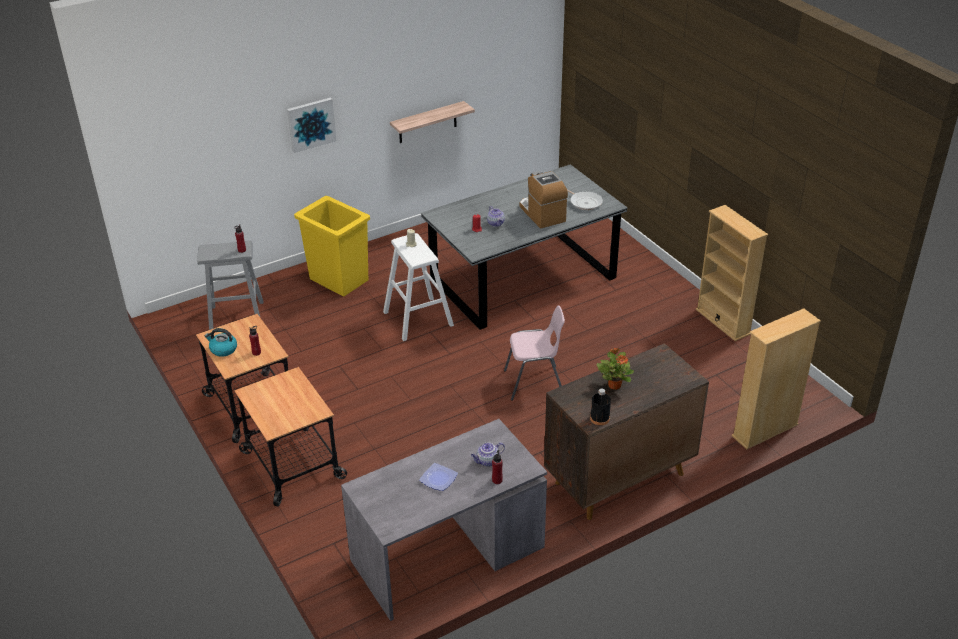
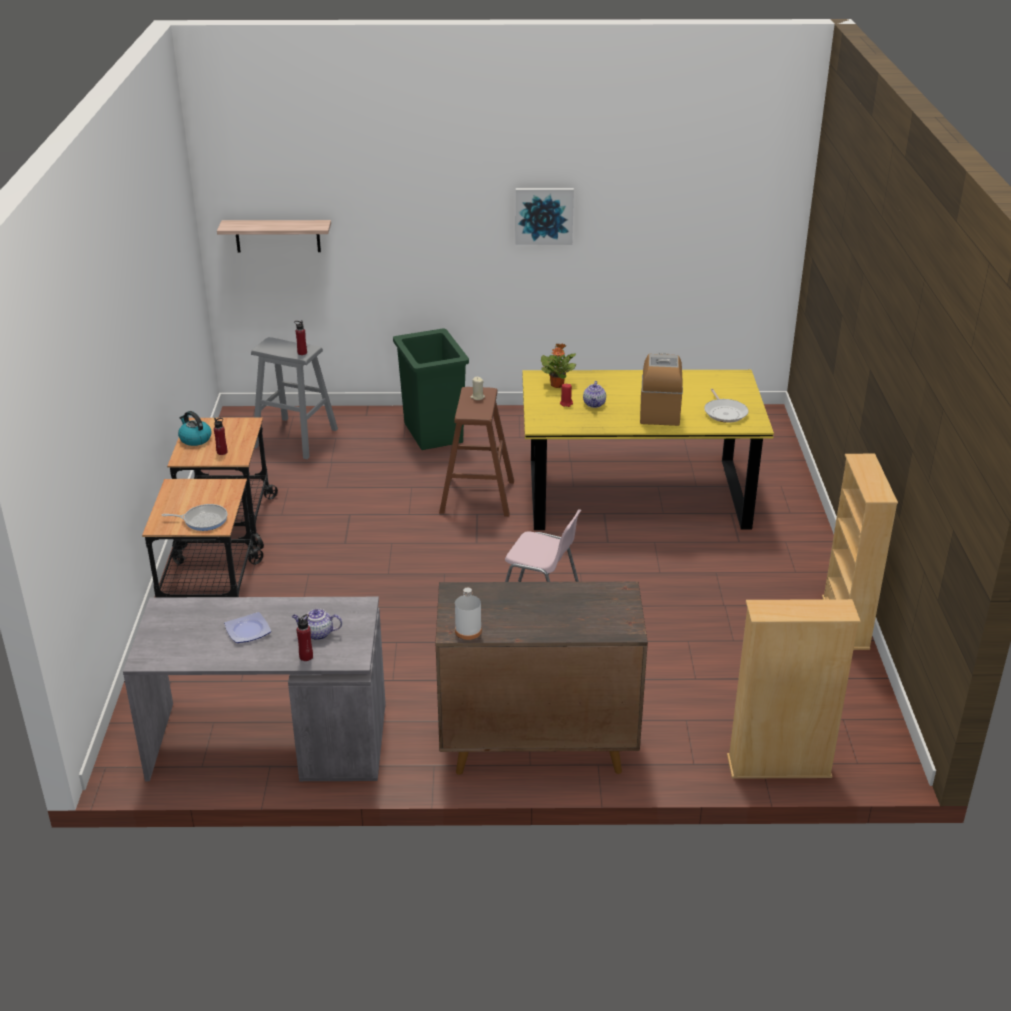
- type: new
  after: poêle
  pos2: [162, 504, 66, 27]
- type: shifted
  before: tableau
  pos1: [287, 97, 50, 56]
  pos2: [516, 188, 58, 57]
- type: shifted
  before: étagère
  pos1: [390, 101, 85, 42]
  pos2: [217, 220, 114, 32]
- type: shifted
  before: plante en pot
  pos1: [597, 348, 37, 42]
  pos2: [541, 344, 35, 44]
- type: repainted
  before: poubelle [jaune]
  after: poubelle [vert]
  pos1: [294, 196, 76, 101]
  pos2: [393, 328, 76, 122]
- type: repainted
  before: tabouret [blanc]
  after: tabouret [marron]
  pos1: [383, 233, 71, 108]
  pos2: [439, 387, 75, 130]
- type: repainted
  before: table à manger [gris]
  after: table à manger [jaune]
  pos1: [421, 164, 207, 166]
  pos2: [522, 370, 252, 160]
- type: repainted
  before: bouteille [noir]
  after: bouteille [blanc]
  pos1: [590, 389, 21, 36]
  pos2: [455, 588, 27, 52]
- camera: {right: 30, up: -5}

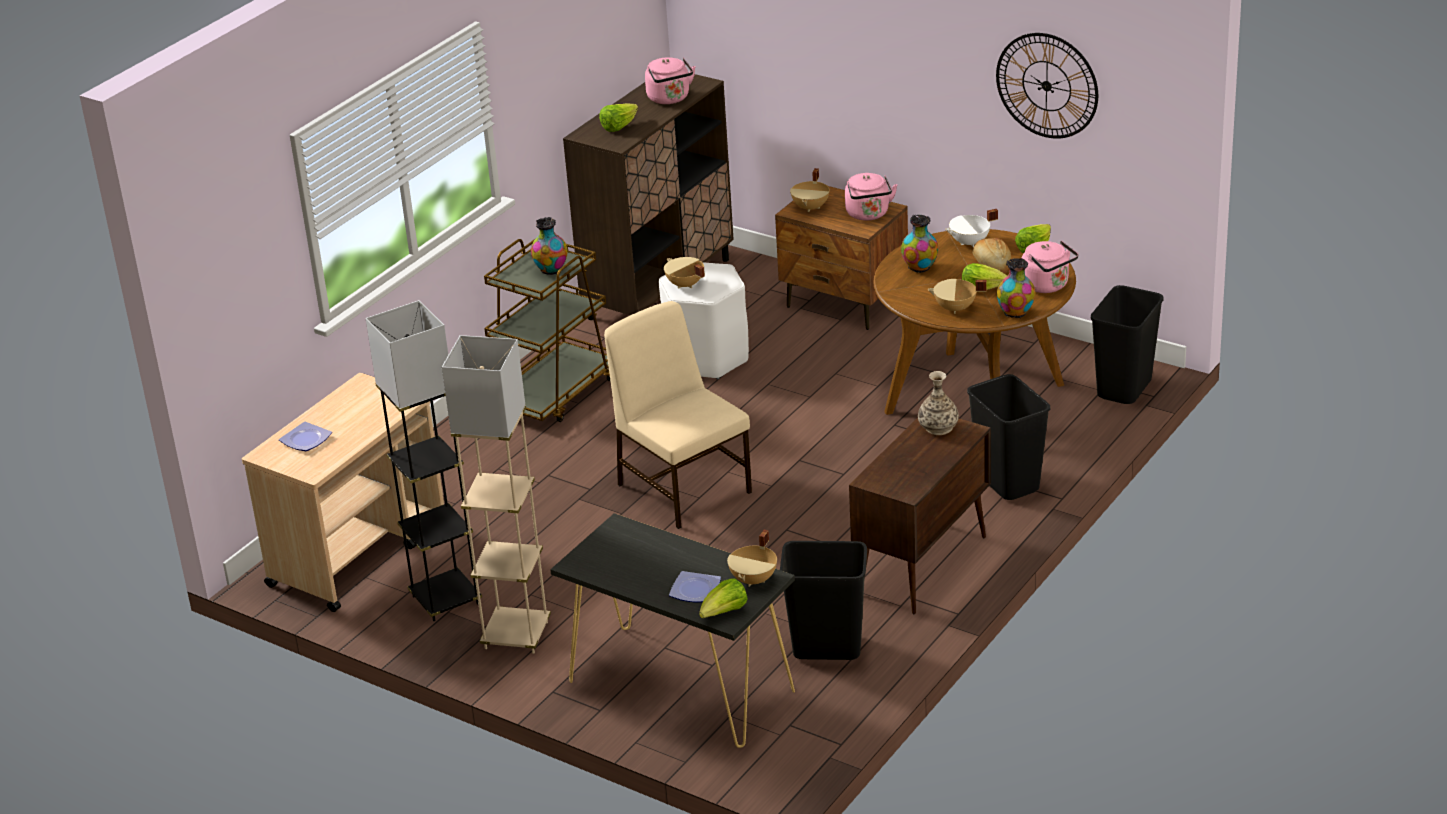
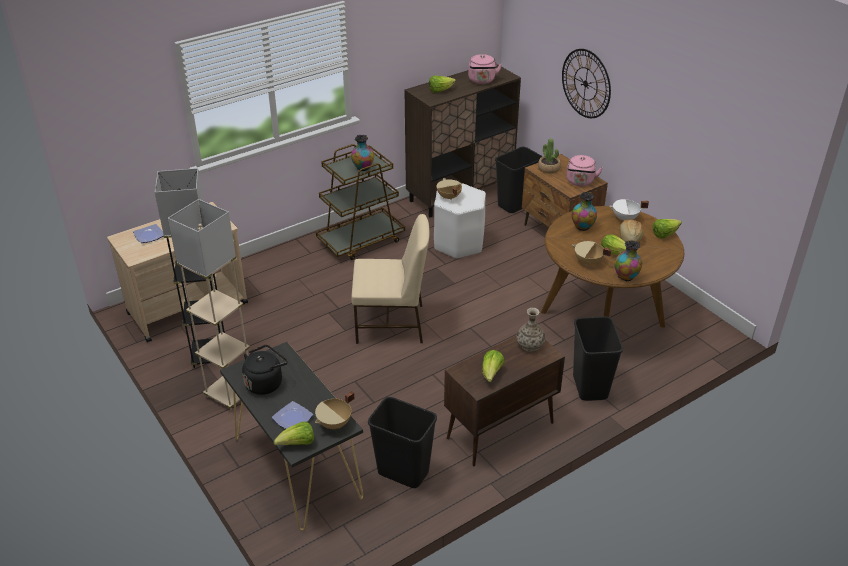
- type: gone
  before: bouilloire [rose]
  pos1: [1022, 241, 56, 52]
- type: new
  after: bouilloire [noir]
  pos2: [242, 345, 46, 50]
- type: new
  after: laitue
  pos2: [482, 350, 23, 32]
- type: shifted
  before: horloge murale
  pos1: [996, 33, 102, 106]
  pos2: [562, 49, 49, 69]
- type: shifted
  before: poubelle [noir]
  pos1: [1091, 285, 73, 119]
  pos2: [495, 147, 47, 66]
- type: swapped
  before: marmite [beige]
  after: plante en pot
  pos1: [790, 168, 40, 44]
  pos2: [538, 138, 23, 35]
- type: rotated
  before: chaise [beige]
  pos1: [604, 301, 148, 228]
  pos2: [351, 214, 78, 130]
  turn: 105
- camera: {right: 20, up: 5}

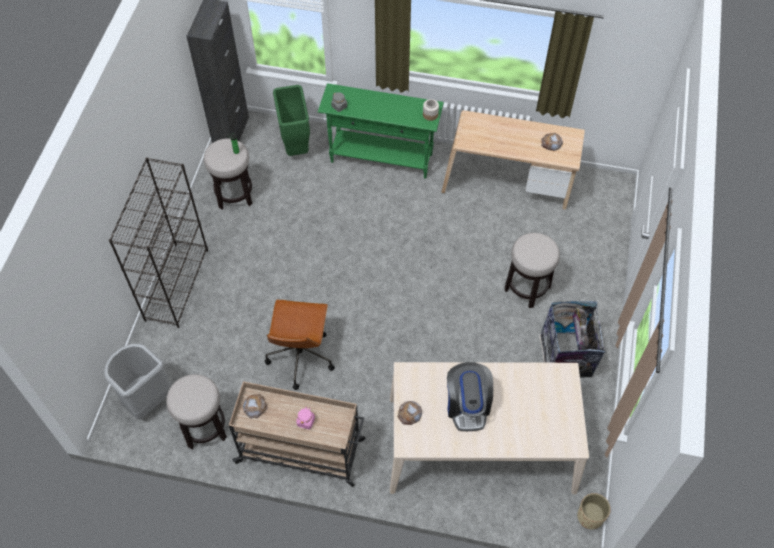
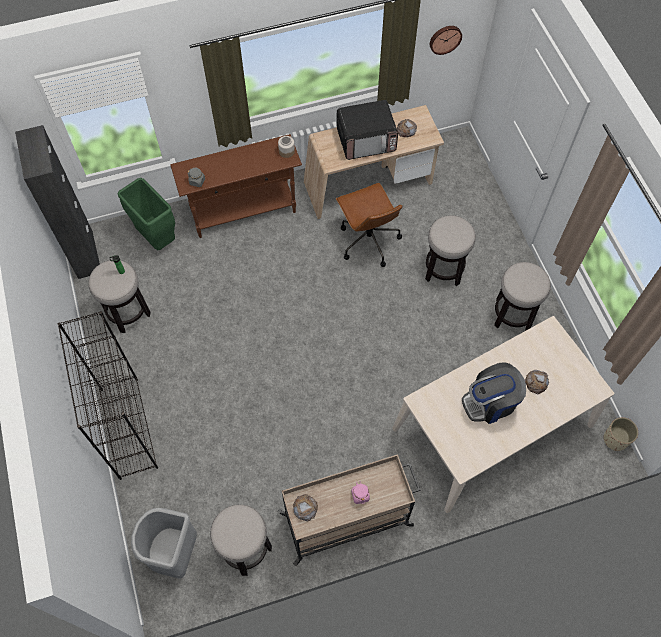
- type: new
  after: micro-ondes
  pos2: [337, 100, 61, 60]
- type: new
  after: horloge murale
  pos2: [430, 26, 32, 29]
- type: shifted
  before: chaise de bureau [marron]
  pos1: [264, 300, 71, 90]
  pos2: [336, 183, 67, 84]
- type: shifted
  before: pain
  pos1: [397, 401, 25, 24]
  pos2: [525, 370, 24, 24]
- type: swapped
  before: poubelle
  after: tabouret
  pos1: [539, 301, 67, 77]
  pos2: [494, 262, 57, 69]
- type: repainted
  before: table console [vert]
  after: table console [marron]
  pos1: [318, 83, 126, 96]
  pos2: [170, 134, 132, 104]
- type: rotated
  before: machine à café
  pos1: [447, 362, 46, 69]
  pos2: [462, 362, 64, 62]
  turn: 105
- camera: {right: -30, up: 5}

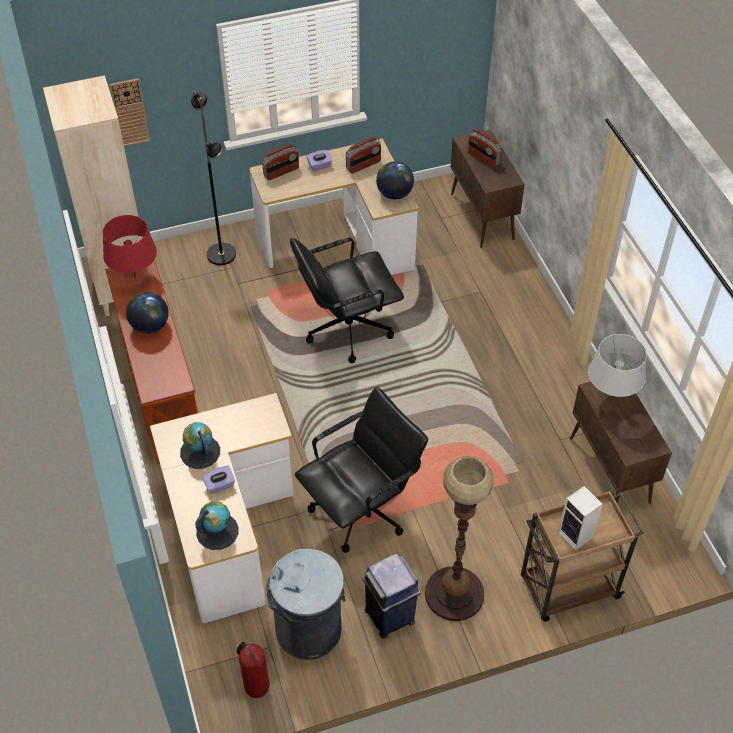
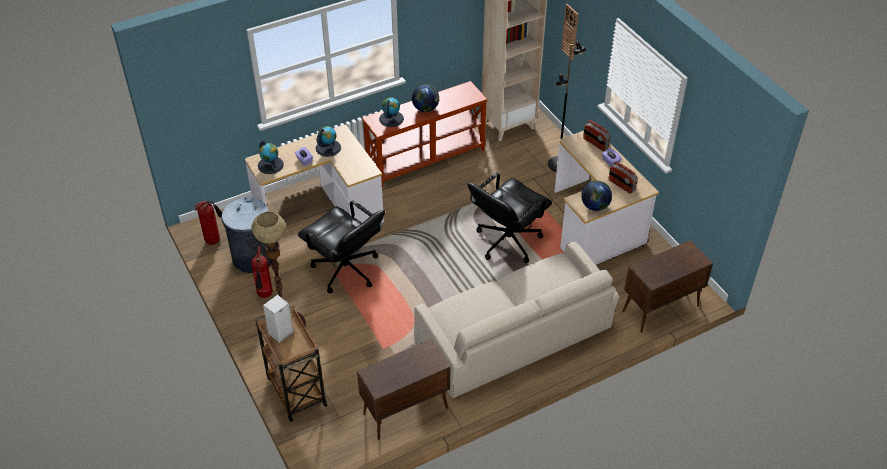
- type: gone
  before: lampe de table [rouge]
  pos1: [102, 215, 55, 63]
- type: gone
  before: radio
  pos1: [468, 128, 34, 39]
- type: gone
  before: lampe de table [gris]
  pos1: [588, 334, 59, 64]
- type: new
  after: globe
  pos2: [379, 97, 25, 30]
- type: new
  after: canapé [beige]
  pos2: [414, 241, 205, 157]
- type: swapped
  before: poubelle [bleu]
  after: extincteur
  pos1: [362, 553, 59, 86]
  pos2: [251, 246, 22, 52]
- type: rotated
  before: chaise de bureau [noir]
  pos1: [290, 238, 114, 125]
  pos2: [467, 173, 85, 90]
  turn: -105
- camera: {right: 80, up: -5}

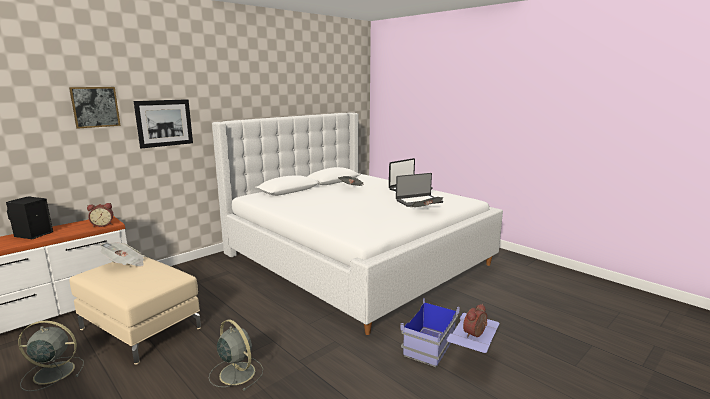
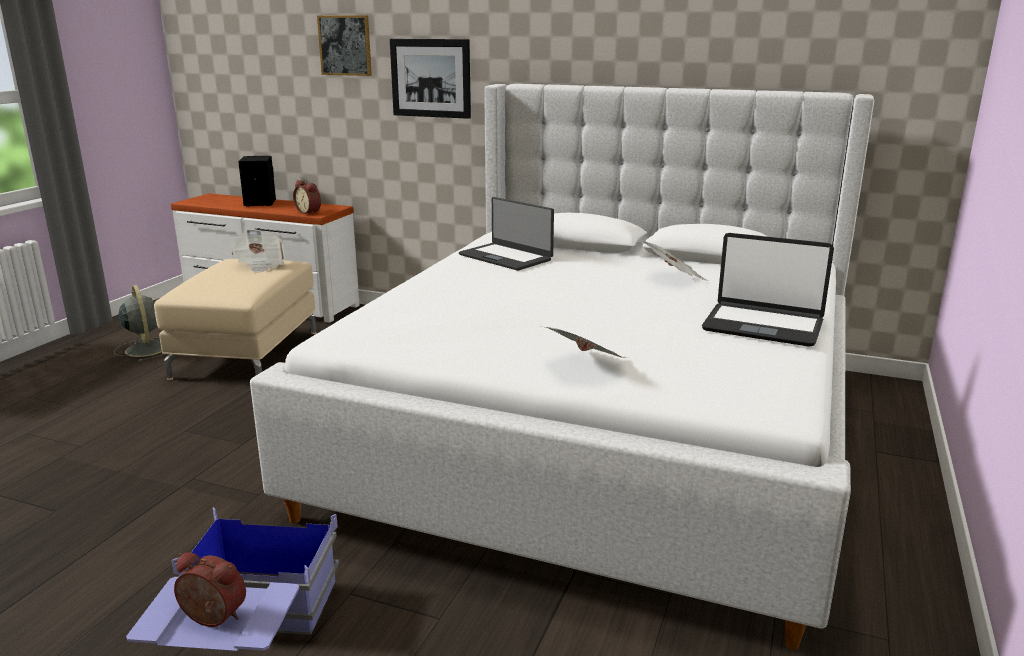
- type: gone
  before: ventilateur [gris]
  pos1: [209, 319, 54, 72]
- type: shifted
  before: ordinateur portable
  pos1: [396, 173, 47, 34]
  pos2: [459, 197, 95, 74]
- camera: {right: 65, up: 5}

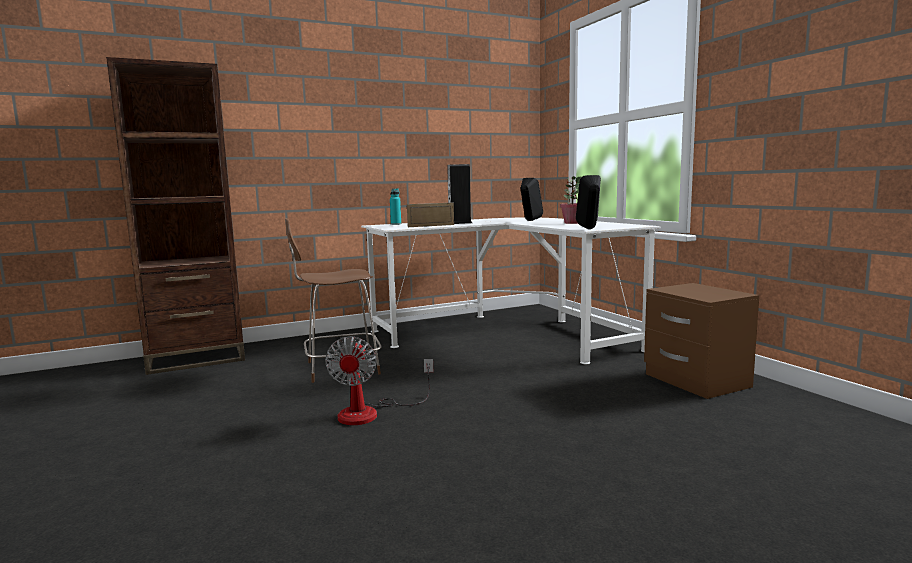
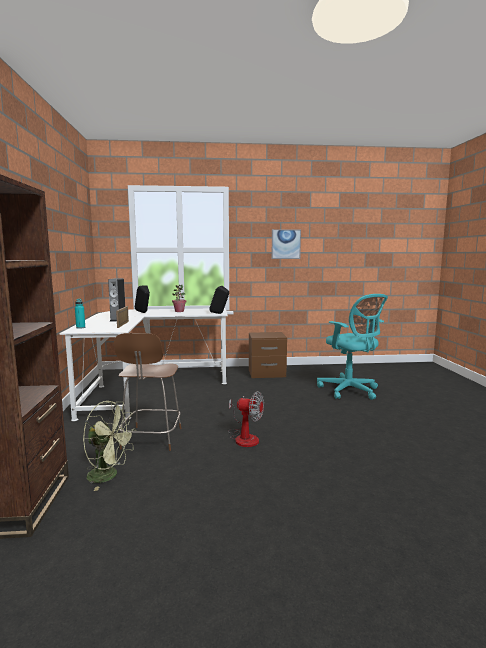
- type: new
  after: ventilateur [vert]
  pos2: [83, 401, 53, 90]
- type: new
  after: tableau
  pos2: [271, 229, 30, 30]
- type: new
  after: chaise de bureau [turquoise]
  pos2: [317, 294, 71, 106]
- camera: {right: -70, up: 0}

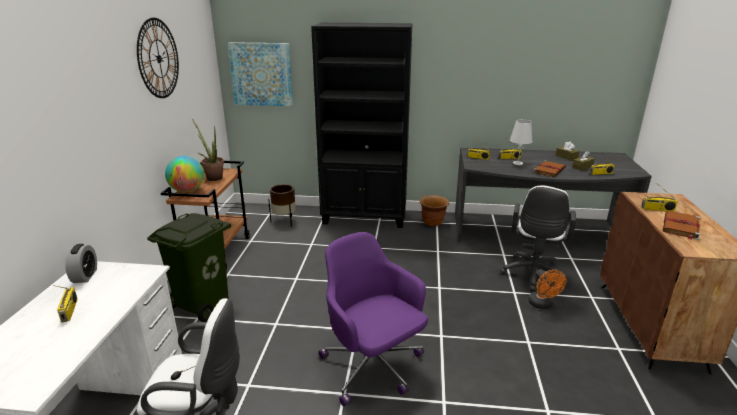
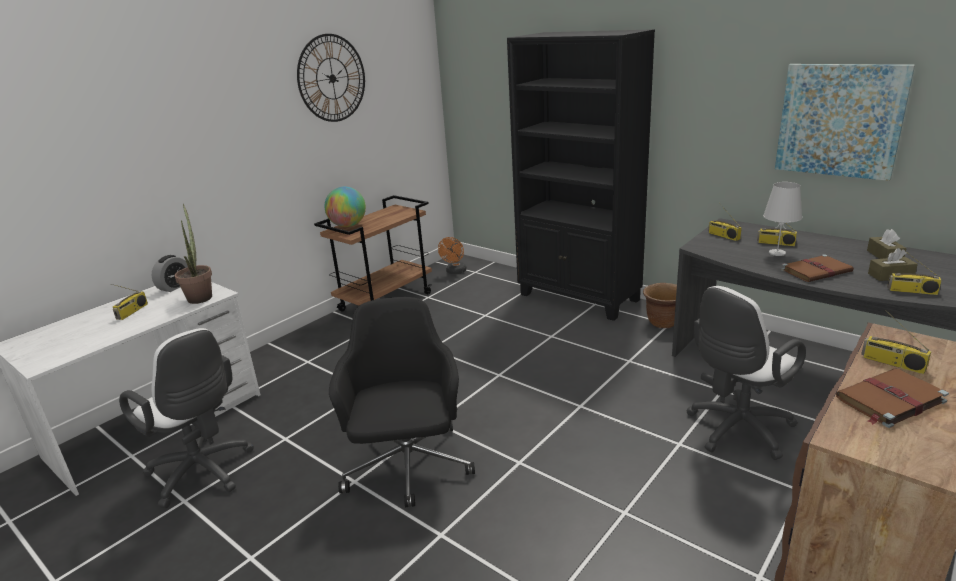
- type: gone
  before: poubelle [vert]
  pos1: [147, 213, 84, 109]
- type: gone
  before: cache-pot [marron]
  pos1: [268, 184, 28, 43]
- type: shifted
  before: plante en pot
  pos1: [192, 119, 32, 62]
  pos2: [174, 204, 38, 100]
- type: shifted
  before: tableau
  pos1: [228, 42, 65, 64]
  pos2: [775, 64, 140, 117]
- type: shifted
  before: ventilateur [orange]
  pos1: [528, 269, 38, 40]
  pos2: [438, 237, 29, 37]
- type: repainted
  before: chaise de bureau [violet]
  after: chaise de bureau [noir]
  pos1: [318, 232, 110, 174]
  pos2: [329, 297, 146, 210]
- camera: {right: 35, up: 0}

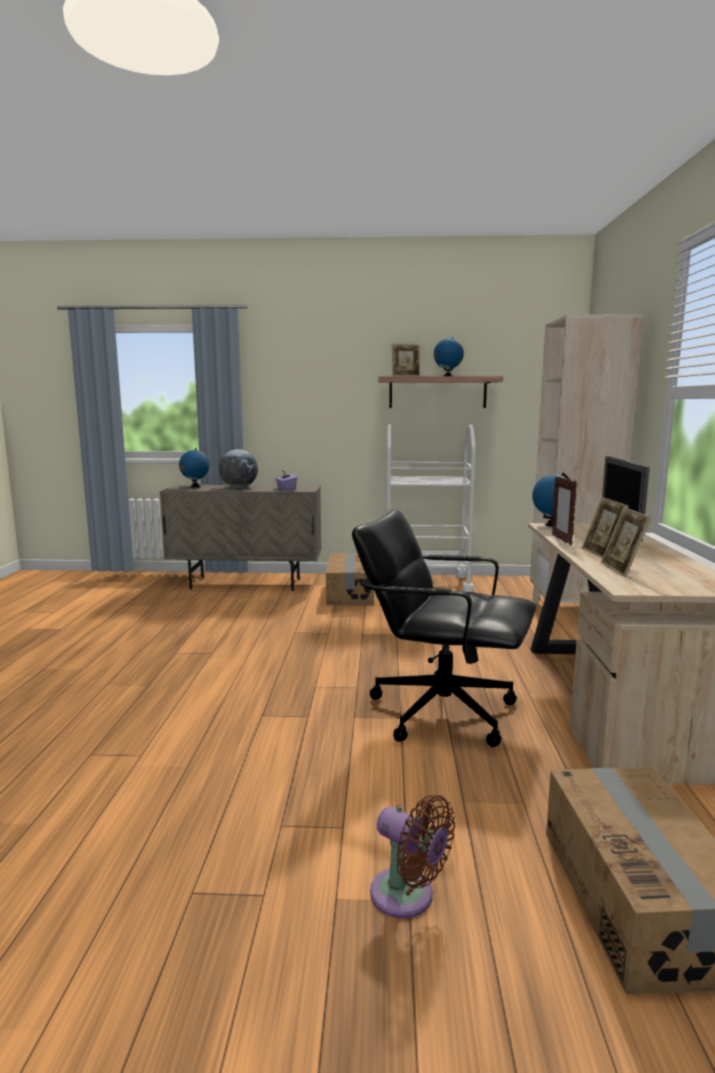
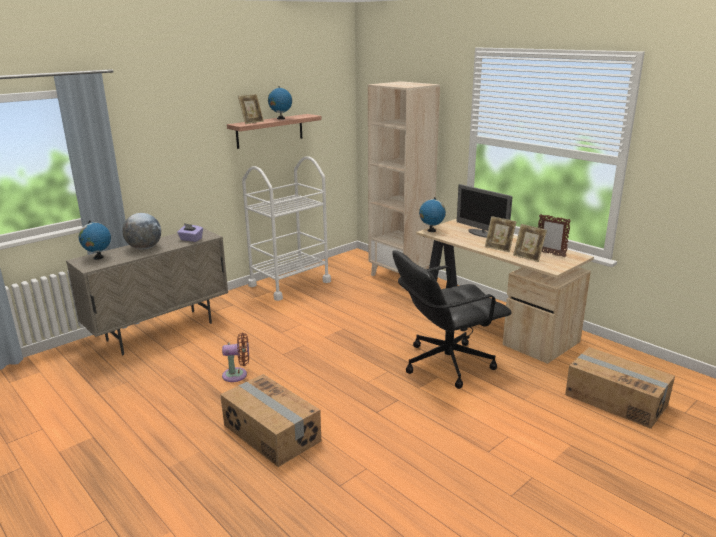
- type: shifted
  before: carton
  pos1: [326, 553, 48, 53]
  pos2: [220, 374, 101, 93]
- type: shifted
  before: ventilateur [marron]
  pos1: [370, 795, 85, 124]
  pos2: [222, 333, 27, 49]
- type: shifted
  before: cadre photo
  pos1: [552, 476, 25, 69]
  pos2: [538, 214, 33, 43]
- camera: {right: -45, up: 10}

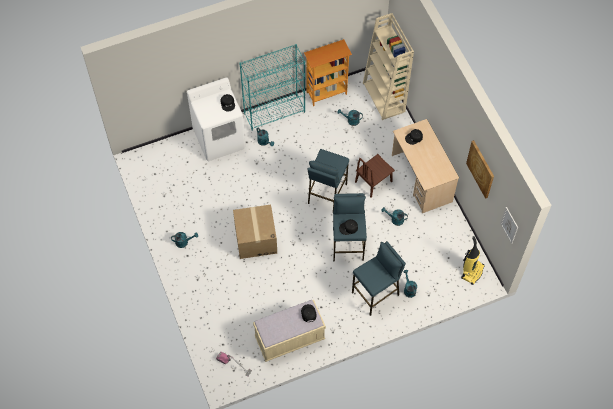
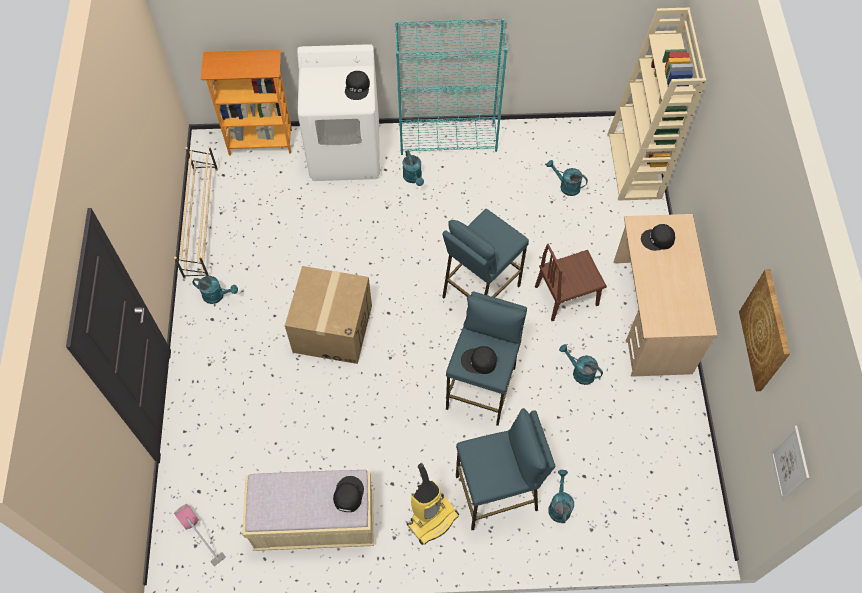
- type: new
  after: étagère à chaussures [beige]
  pos2: [174, 146, 44, 133]
- type: shifted
  before: bibliothèque
  pos1: [304, 39, 48, 67]
  pos2: [201, 49, 91, 107]
- type: shifted
  before: aspirateur
  pos1: [461, 236, 23, 49]
  pos2: [407, 463, 52, 82]
- camera: {right: 20, up: 0}

